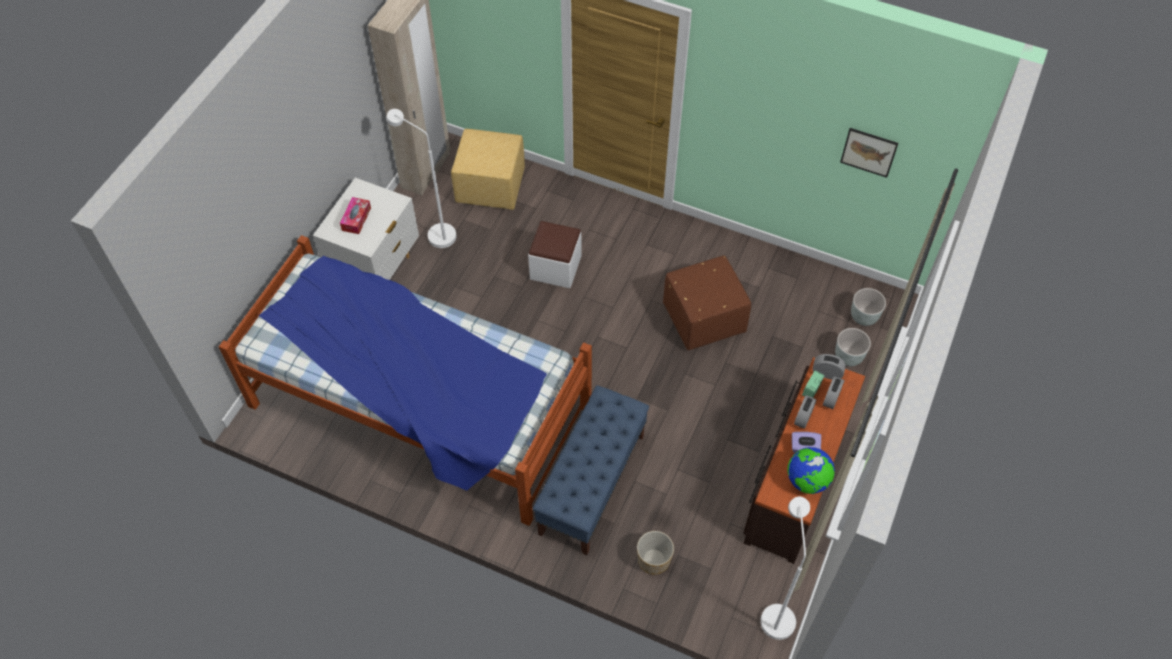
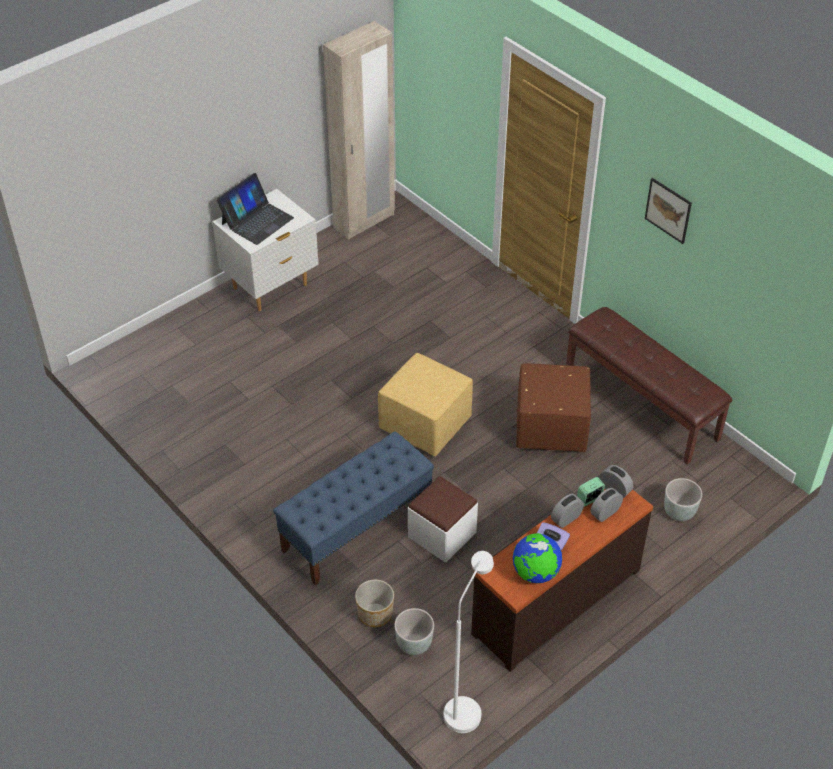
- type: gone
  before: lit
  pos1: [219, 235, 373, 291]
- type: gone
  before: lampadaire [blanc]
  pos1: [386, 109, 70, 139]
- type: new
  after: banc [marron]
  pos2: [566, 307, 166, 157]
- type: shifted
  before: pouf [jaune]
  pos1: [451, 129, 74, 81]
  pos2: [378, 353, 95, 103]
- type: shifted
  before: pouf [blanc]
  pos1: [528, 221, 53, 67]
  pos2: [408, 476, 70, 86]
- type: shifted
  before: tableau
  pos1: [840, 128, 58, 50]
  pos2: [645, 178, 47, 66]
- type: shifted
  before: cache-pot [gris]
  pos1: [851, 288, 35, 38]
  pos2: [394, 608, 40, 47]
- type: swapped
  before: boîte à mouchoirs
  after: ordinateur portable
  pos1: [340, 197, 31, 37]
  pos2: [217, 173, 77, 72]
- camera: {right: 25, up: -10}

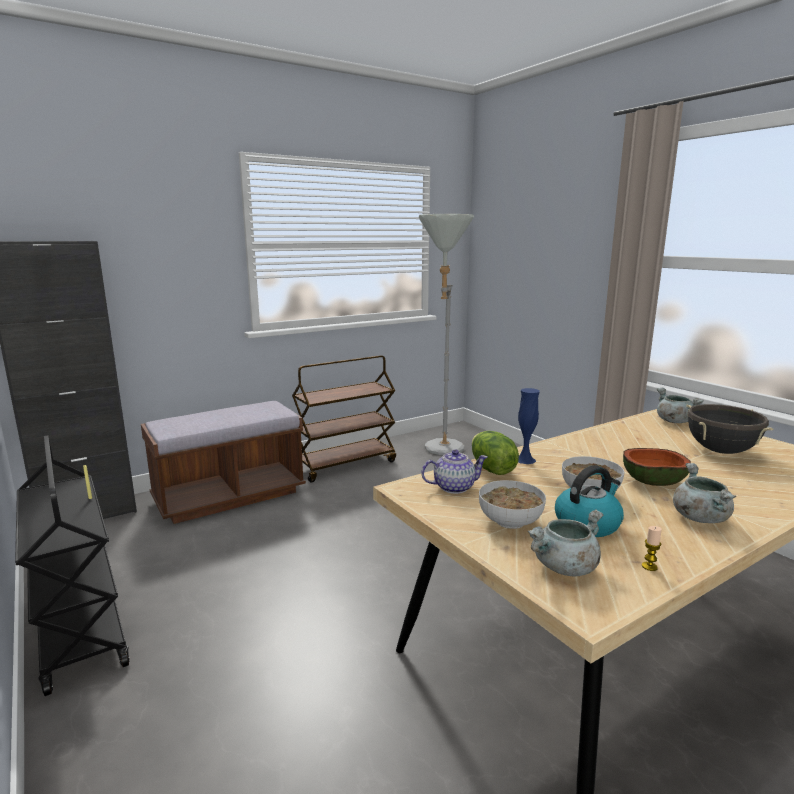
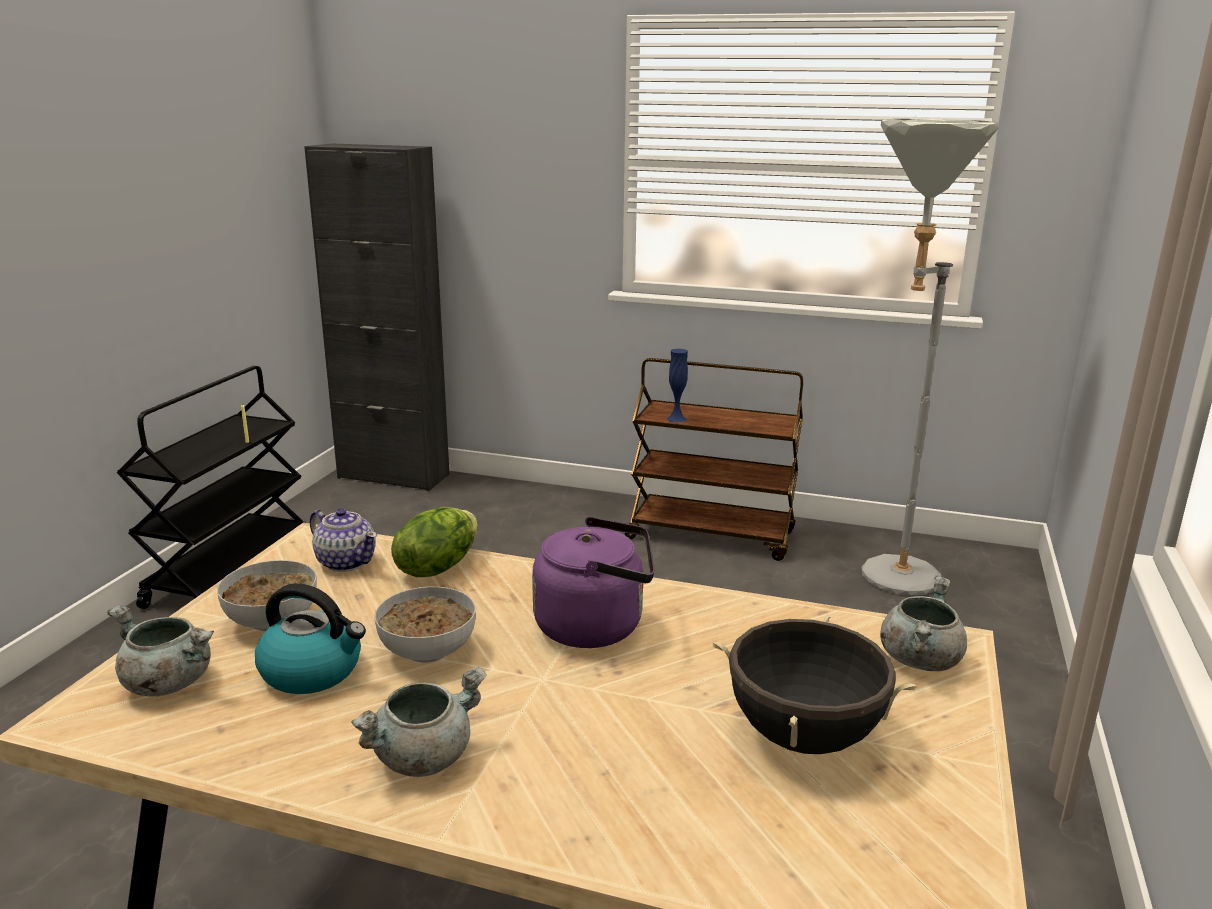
- type: gone
  before: banc [marron]
  pos1: [141, 401, 165, 123]
- type: gone
  before: bol
  pos1: [623, 448, 68, 38]
- type: gone
  before: bougie
  pos1: [642, 526, 20, 45]
- type: new
  after: bouilloire [violet]
  pos2: [532, 517, 122, 131]
- type: shifted
  before: vase [bleu]
  pos1: [518, 388, 22, 76]
  pos2: [667, 349, 21, 73]
- camera: {right: 50, up: 5}

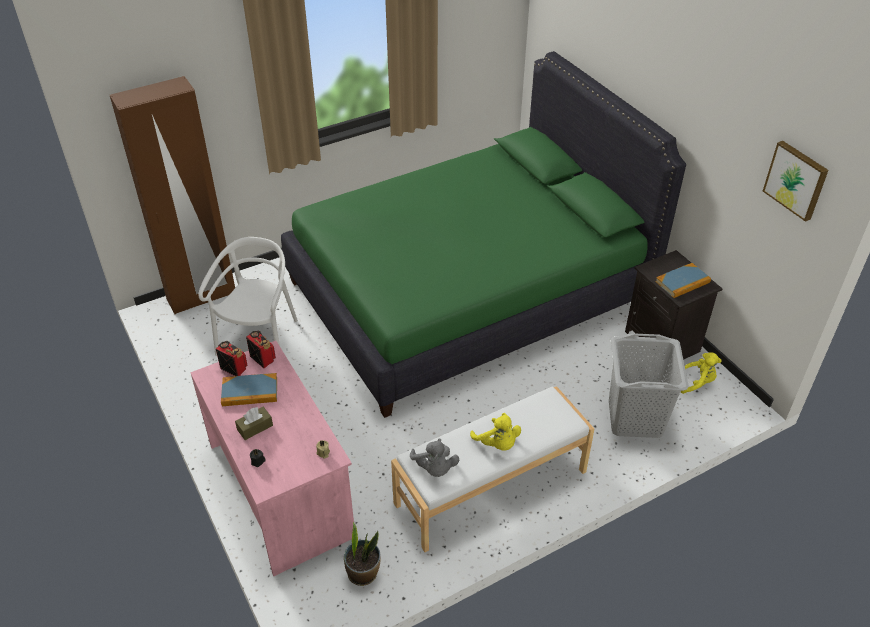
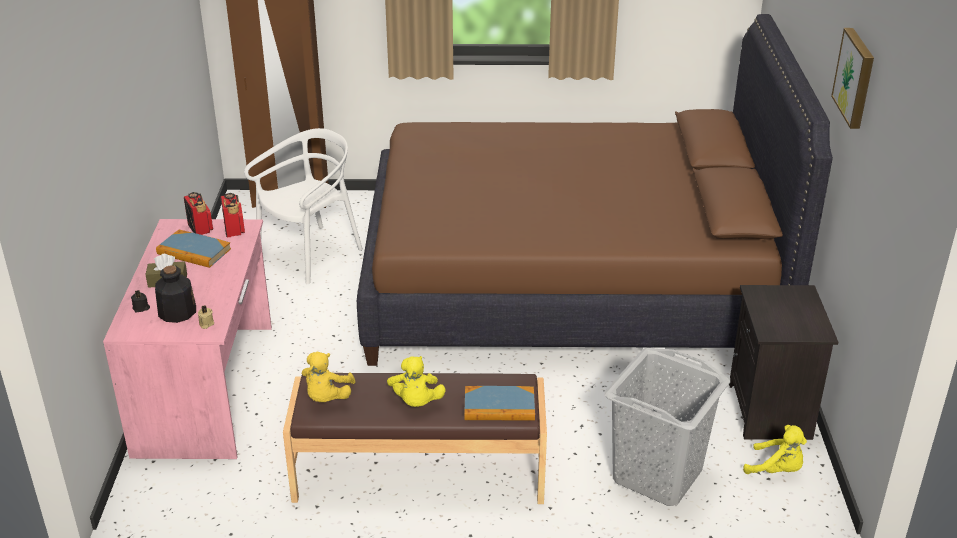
- type: gone
  before: plante en pot
  pos1: [344, 522, 37, 64]
- type: new
  after: bouteille
  pos2: [155, 265, 41, 58]
- type: shifted
  before: livre
  pos1: [655, 263, 56, 35]
  pos2: [464, 386, 71, 35]
- type: shifted
  before: tableau
  pos1: [763, 141, 65, 81]
  pos2: [831, 28, 43, 101]
- type: repainted
  before: lit [vert]
  after: lit [marron]
  pos1: [281, 51, 405, 367]
  pos2: [357, 14, 476, 352]
- type: repainted
  before: banc [blanc]
  after: banc [marron]
  pos1: [391, 386, 203, 166]
  pos2: [283, 373, 264, 131]
- type: repainted
  before: peluche [gris]
  after: peluche [jaune]
  pos1: [410, 439, 49, 38]
  pos2: [302, 352, 54, 50]
- camera: {right: 30, up: -10}

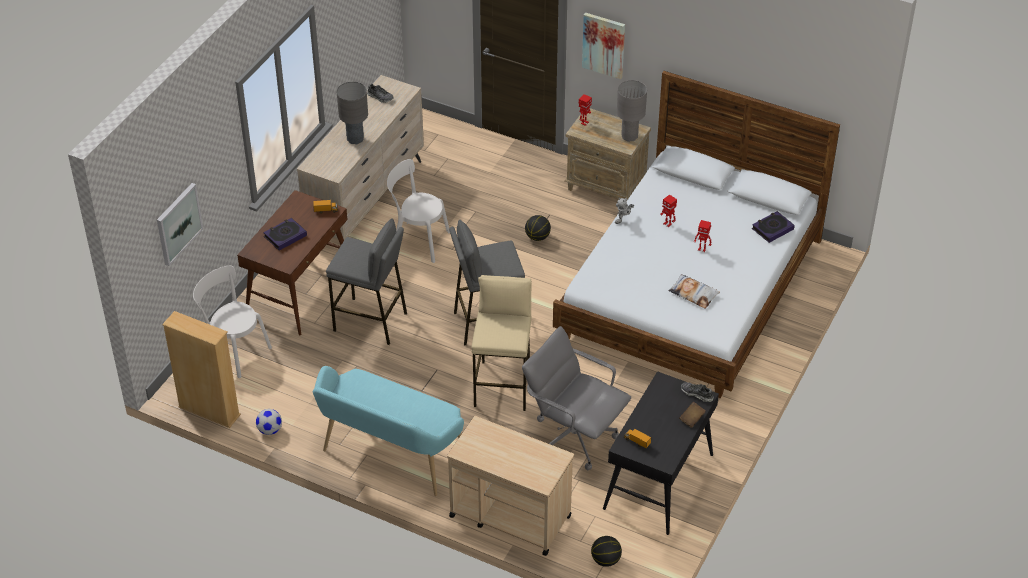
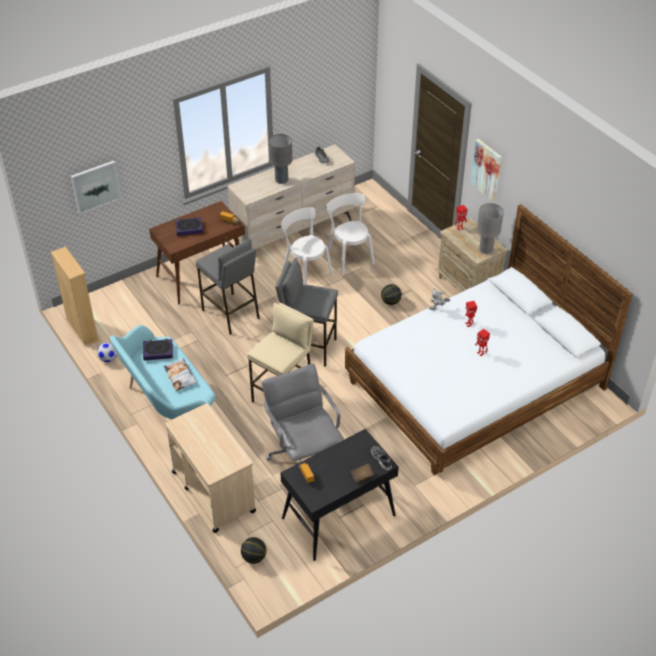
- type: shifted
  before: chaise [blanc]
  pos1: [193, 266, 79, 112]
  pos2: [327, 193, 48, 82]
- type: shifted
  before: coussin
  pos1: [668, 274, 52, 35]
  pos2: [164, 358, 33, 33]
- type: shifted
  before: livre
  pos1: [752, 211, 42, 32]
  pos2: [143, 339, 30, 21]
- camera: {right: 30, up: 0}

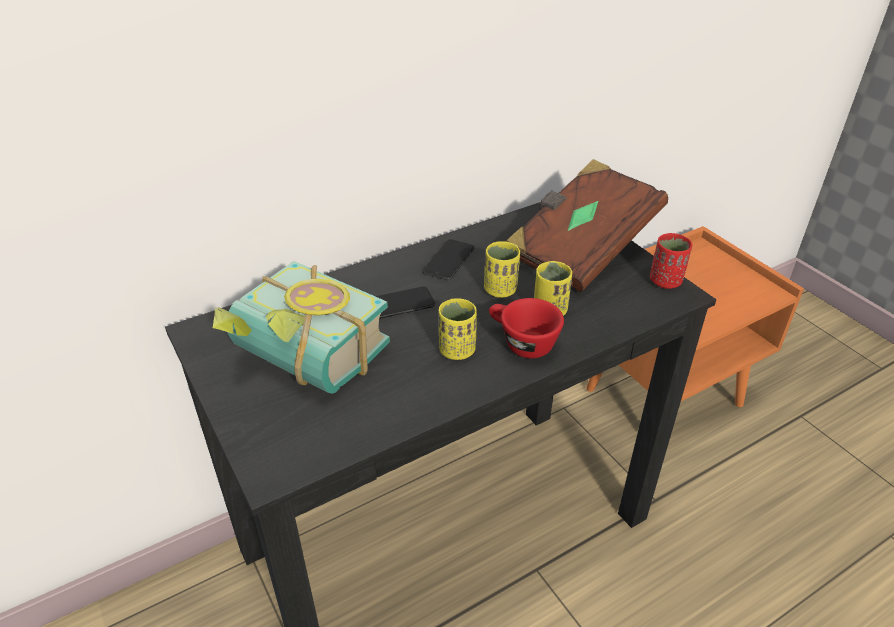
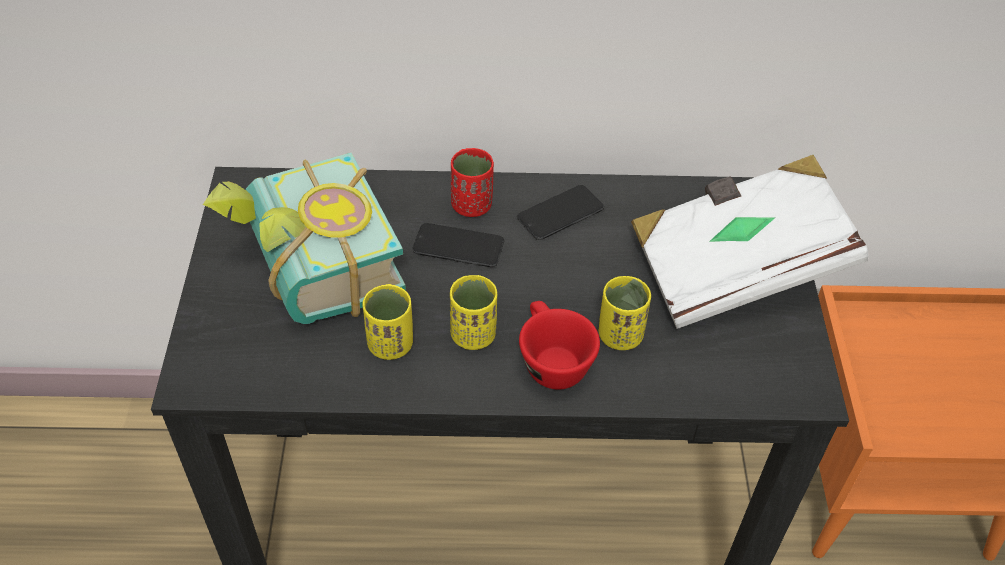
- type: shifted
  before: tasse [jaune]
  pos1: [484, 241, 36, 57]
  pos2: [362, 284, 51, 76]
- type: shifted
  before: tasse [rouge]
  pos1: [650, 233, 42, 56]
  pos2: [451, 148, 43, 69]
- type: repainted
  before: livre [marron]
  after: livre [blanc]
  pos1: [506, 159, 162, 133]
  pos2: [631, 155, 237, 174]
- camera: {right: 30, up: 10}

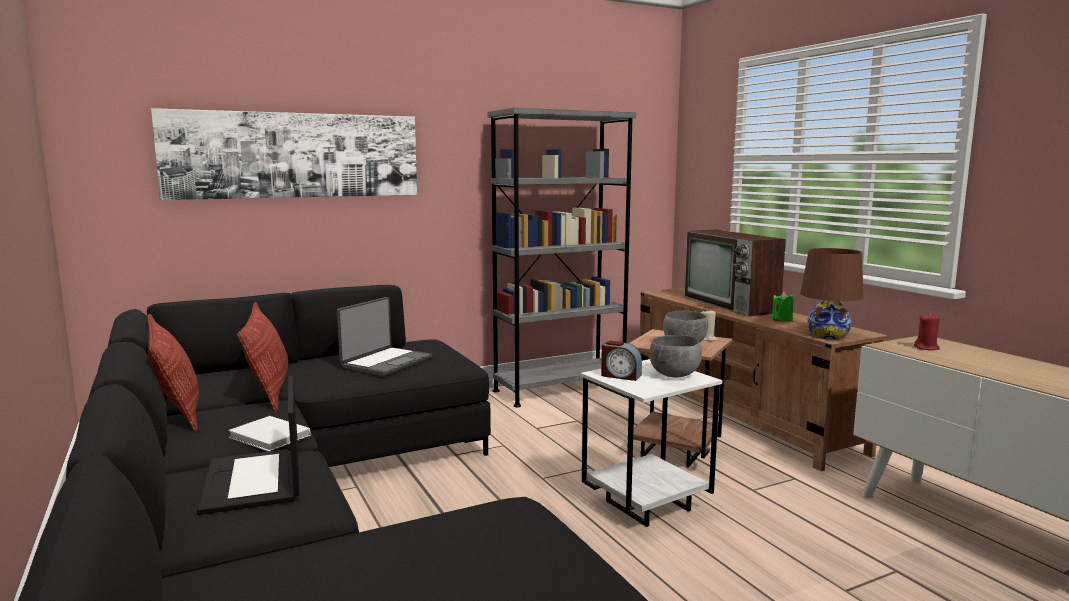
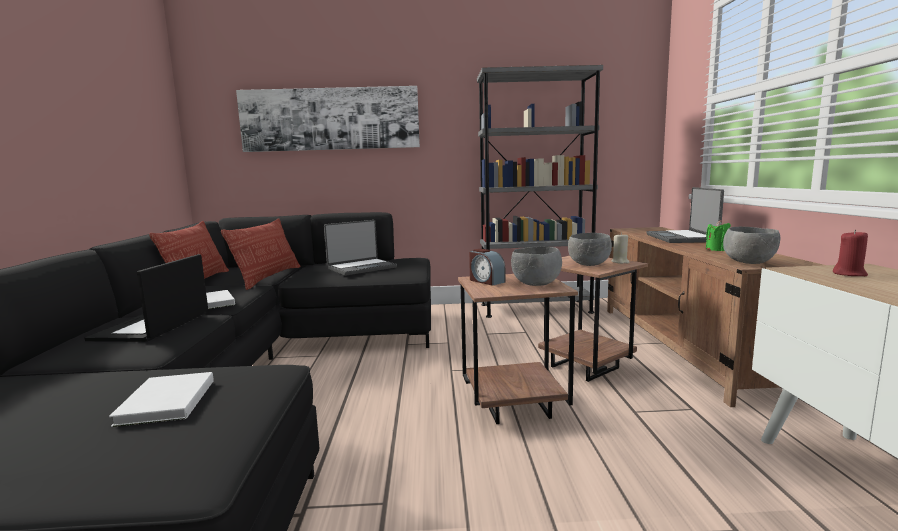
- type: new
  after: livre [blanc]
  pos2: [109, 372, 105, 55]
- type: swapped
  before: téléviseur
  after: ordinateur portable
  pos1: [684, 230, 102, 86]
  pos2: [646, 187, 78, 56]
- type: swapped
  before: lampe de table [marron]
  after: bol [gris]
  pos1: [800, 248, 64, 92]
  pos2: [723, 226, 57, 38]
- type: repainted
  before: table d'appoint [blanc]
  after: table d'appoint [marron]
  pos1: [581, 359, 141, 168]
  pos2: [458, 274, 120, 150]
- camera: {right: 25, up: 0}

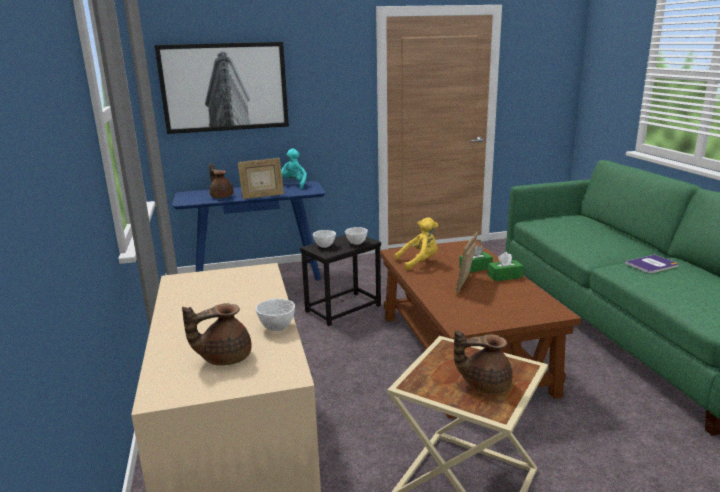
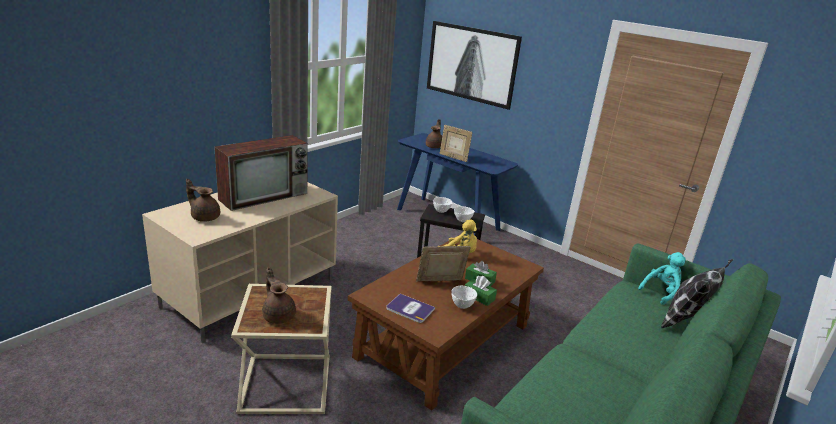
- type: new
  after: téléviseur
  pos2: [214, 135, 94, 76]
- type: new
  after: coussin
  pos2: [661, 259, 73, 69]
- type: shifted
  before: bol [blanc]
  pos1: [256, 299, 39, 32]
  pos2: [451, 286, 26, 23]
- type: shifted
  before: peluche [turquoise]
  pos1: [281, 149, 26, 40]
  pos2: [638, 252, 48, 53]
- type: shifted
  before: livre
  pos1: [625, 255, 53, 18]
  pos2: [386, 294, 49, 29]
- camera: {right: 50, up: 5}

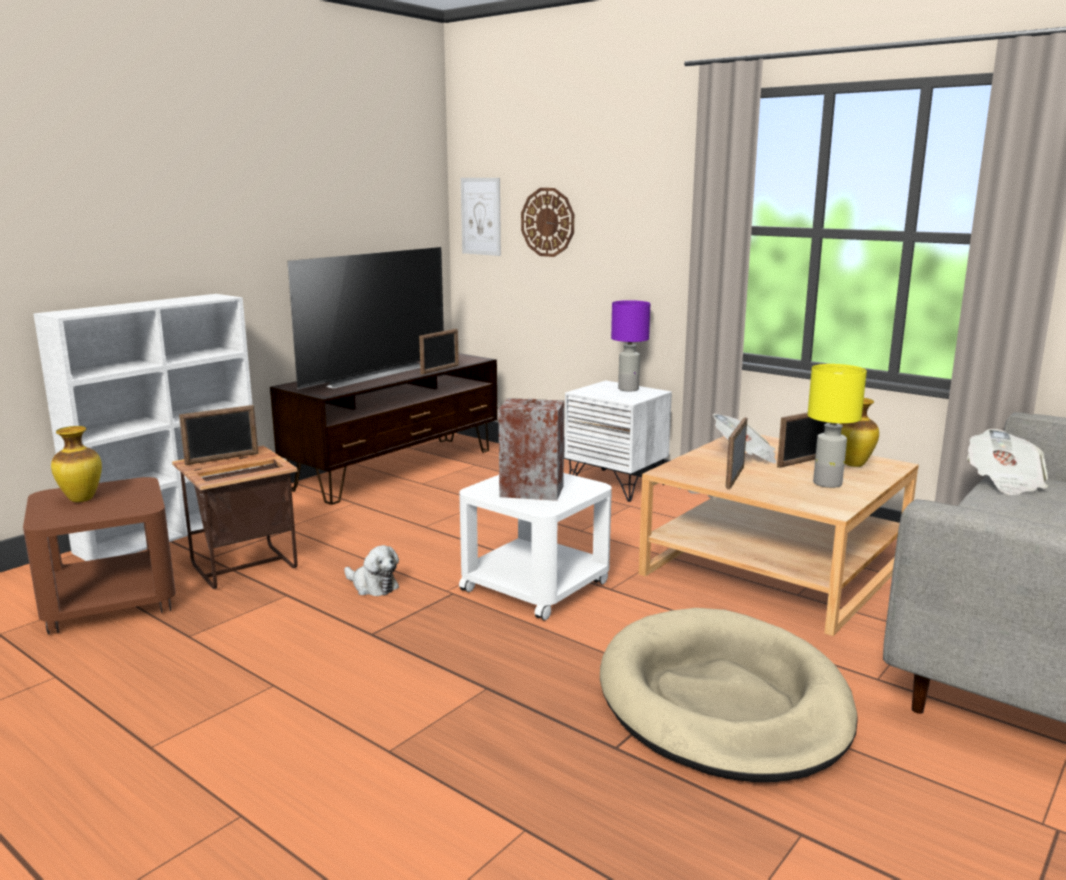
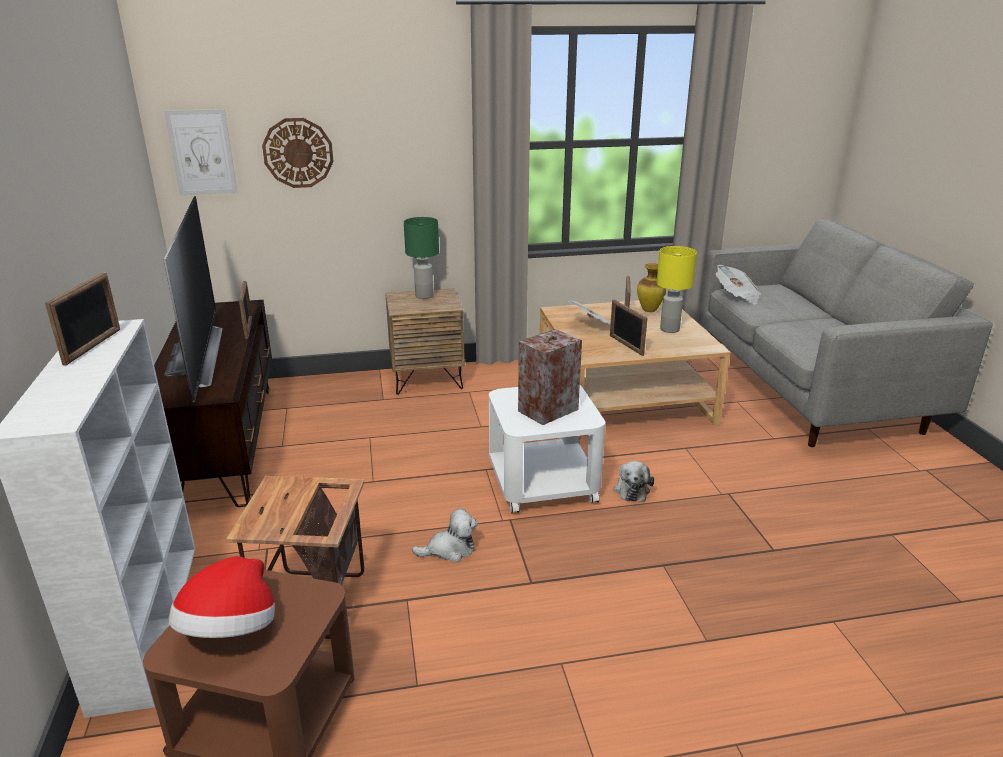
- type: gone
  before: panier pour chien [beige]
  pos1: [600, 608, 258, 174]
- type: new
  after: peluche
  pos2: [614, 461, 40, 41]
- type: shifted
  before: cadre photo
  pos1: [179, 405, 79, 60]
  pos2: [45, 273, 75, 92]
- type: swapped
  before: vase
  after: chapeau
  pos1: [51, 426, 51, 76]
  pos2: [169, 556, 106, 82]
- type: repainted
  before: table de chevet [blanc]
  after: table de chevet [marron]
  pos1: [564, 380, 108, 122]
  pos2: [385, 288, 80, 107]
- type: repainted
  before: lampe de table [violet]
  after: lampe de table [vert]
  pos1: [611, 300, 39, 91]
  pos2: [404, 217, 35, 82]
- camera: {right: -50, up: 10}

